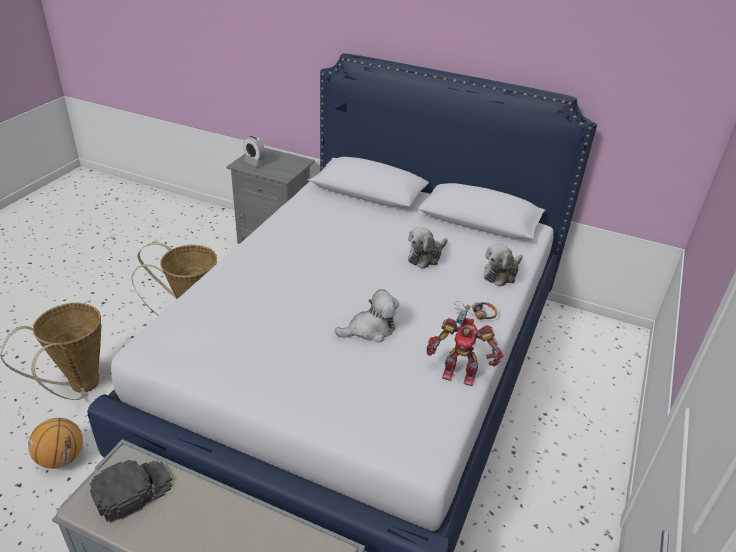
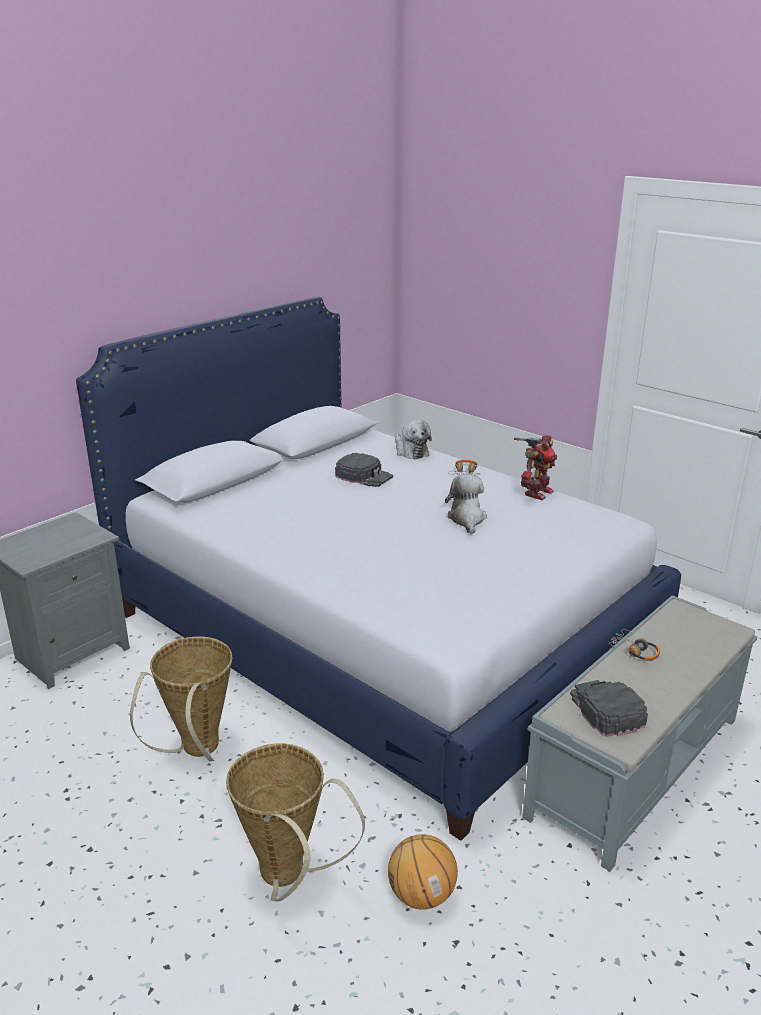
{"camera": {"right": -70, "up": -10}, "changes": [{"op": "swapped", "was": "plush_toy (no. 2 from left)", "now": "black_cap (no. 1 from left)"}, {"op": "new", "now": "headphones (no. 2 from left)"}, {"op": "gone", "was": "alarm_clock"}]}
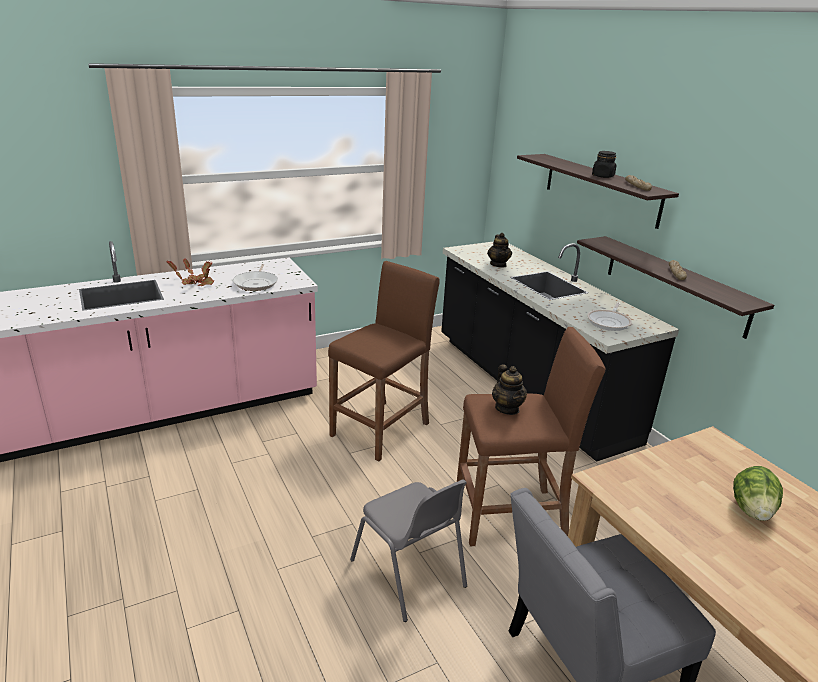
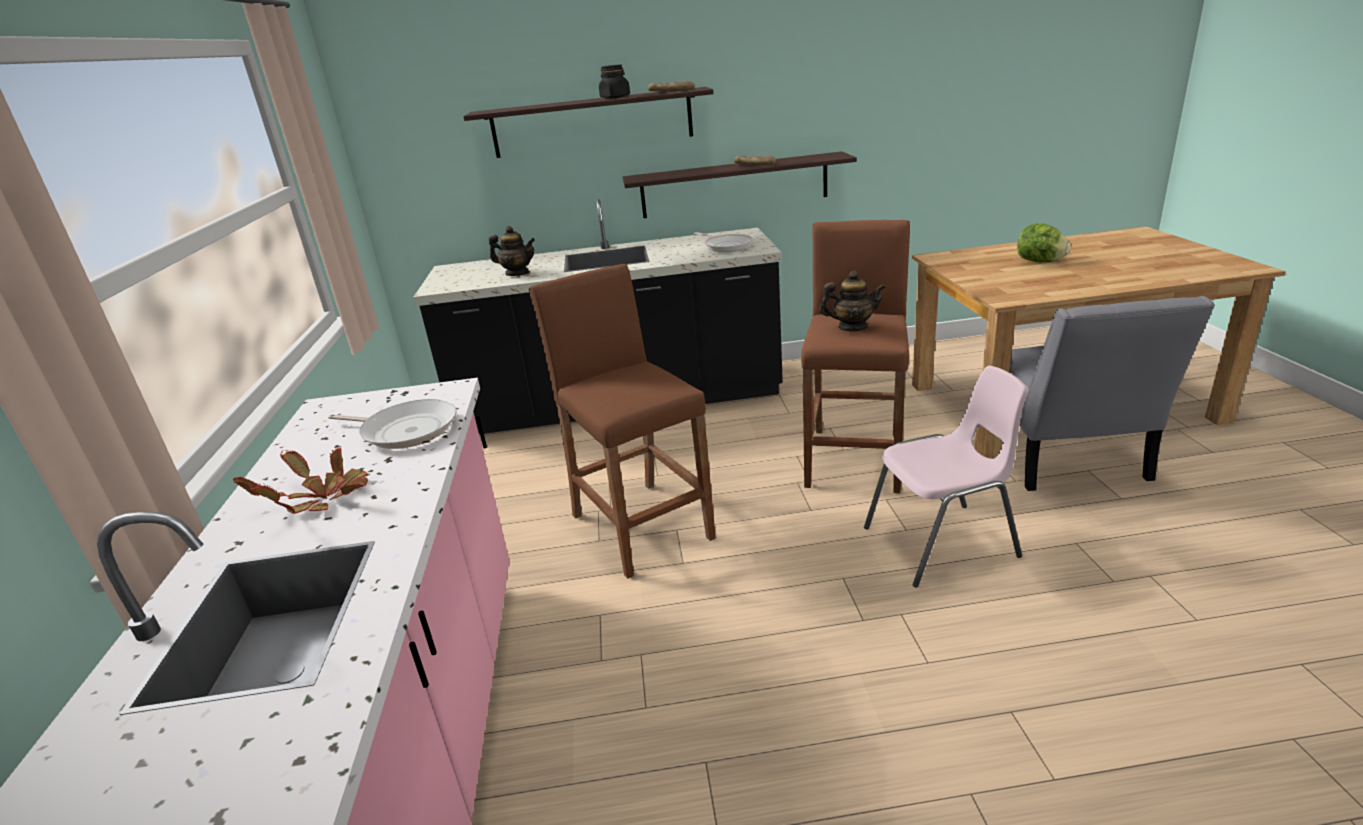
{"camera": {"right": -65, "up": 0}, "changes": [{"op": "repainted", "was": "grey_chair (no. 1 from left)", "now": "pink_chair"}]}
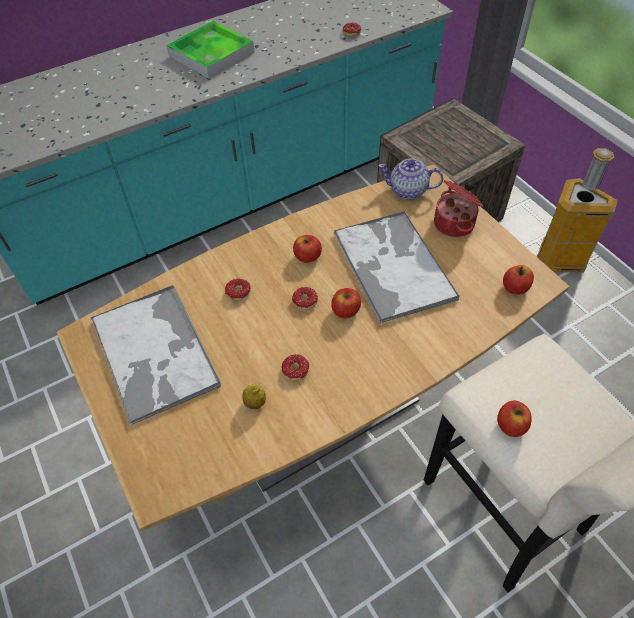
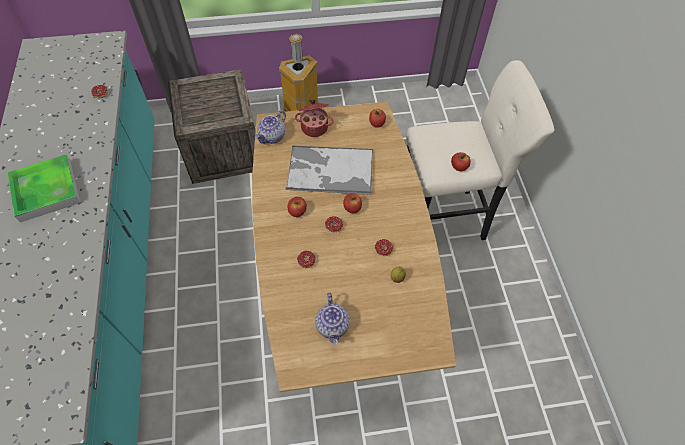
{"camera": {"right": -70, "up": 5}, "changes": [{"op": "swapped", "was": "tray (no. 1 from left)", "now": "teapot (no. 2 from left)"}]}
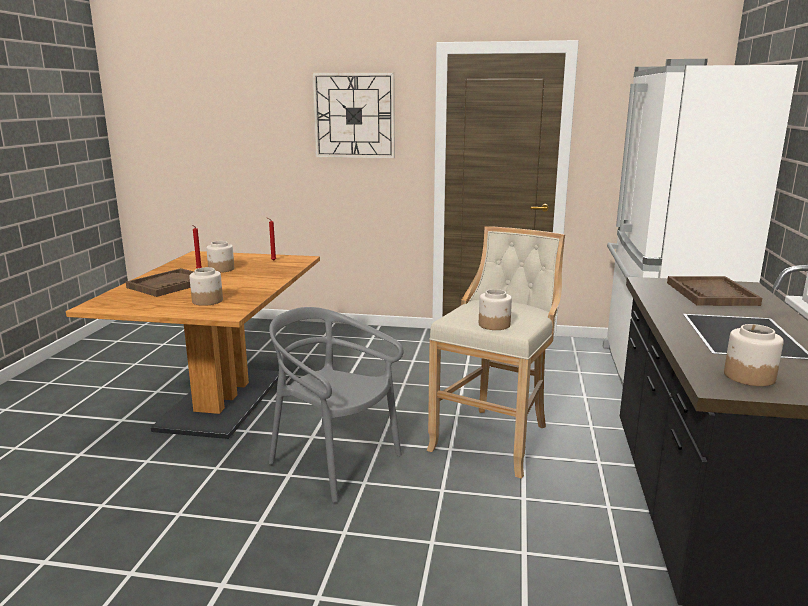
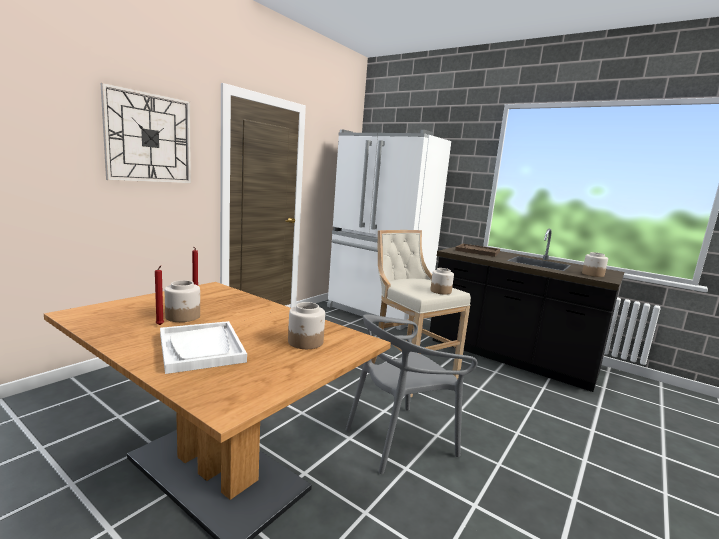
{"camera": {"right": -65, "up": -5}, "changes": [{"op": "repainted", "was": "brown_tray (no. 1 from left)", "now": "white_tray"}]}
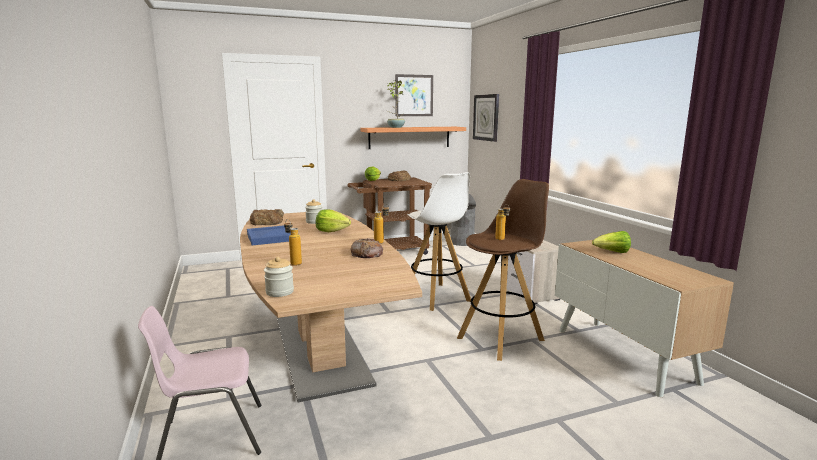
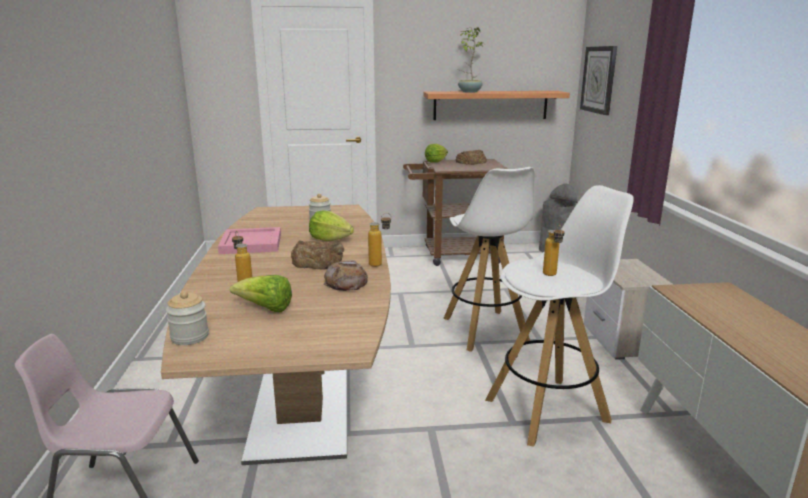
{"camera": {"right": 15, "up": 5}, "changes": [{"op": "repainted", "was": "blue_tray", "now": "pink_tray"}, {"op": "shifted", "was": "lettuce (no. 3 from left in the first image)", "now": "lettuce (no. 1 from left)"}, {"op": "shifted", "was": "bread (no. 1 from left)"}, {"op": "repainted", "was": "brown_stool", "now": "white_stool (no. 2 from left)"}, {"op": "gone", "was": "picture"}]}
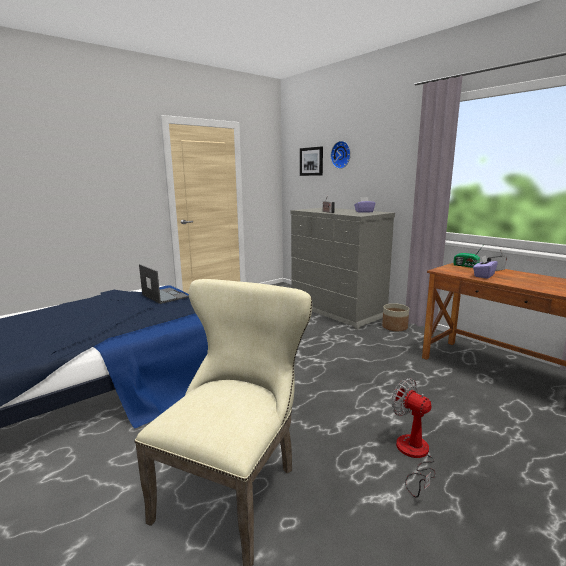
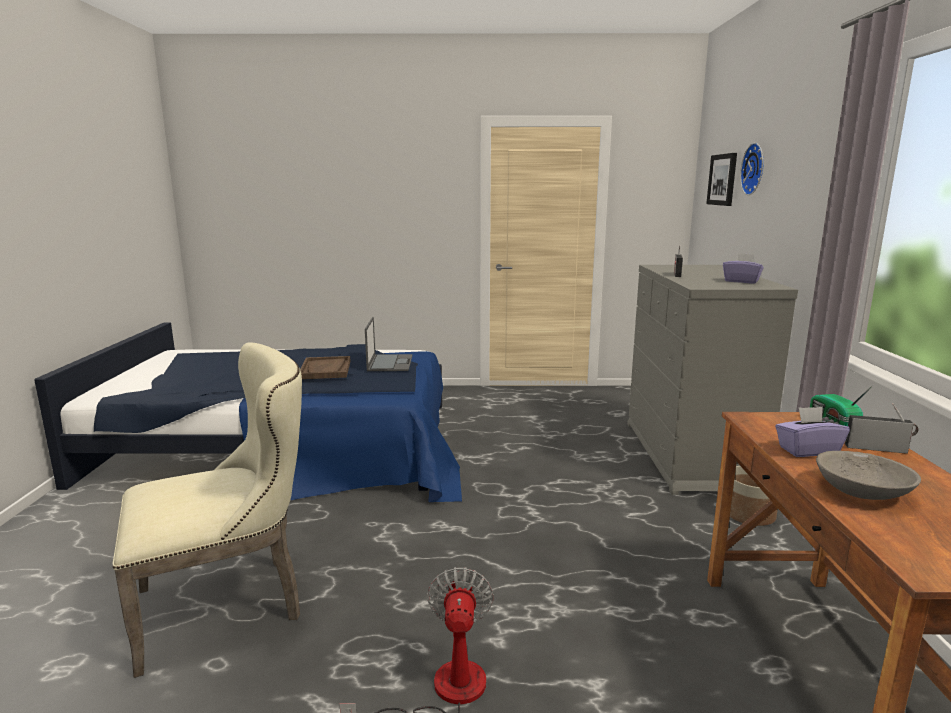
{"camera": {"right": 40, "up": 0}, "changes": [{"op": "new", "now": "brown_tray"}, {"op": "new", "now": "grey_bowl"}]}
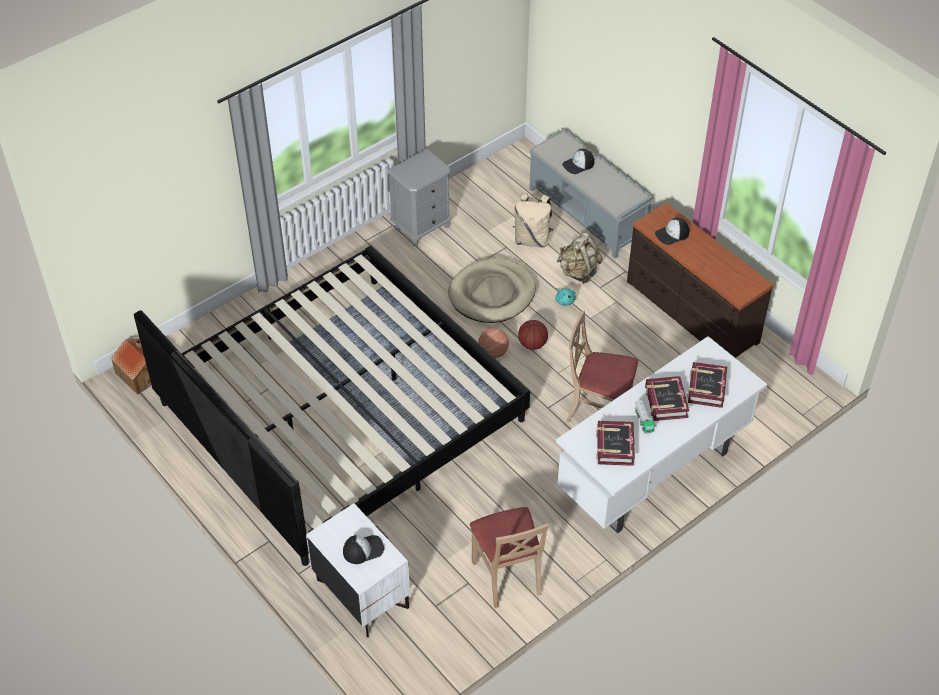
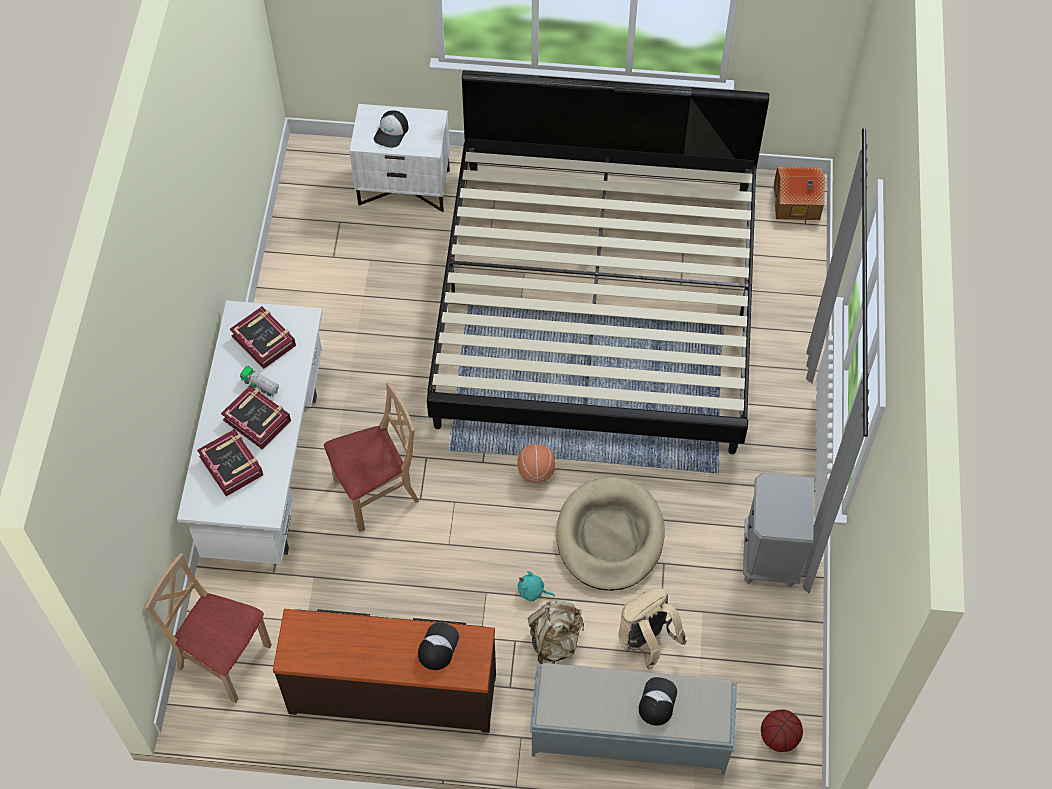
{"camera": {"right": 135, "up": 10}, "changes": [{"op": "shifted", "was": "beige_chair (no. 1 from left)"}, {"op": "shifted", "was": "basketball (no. 2 from left)"}]}
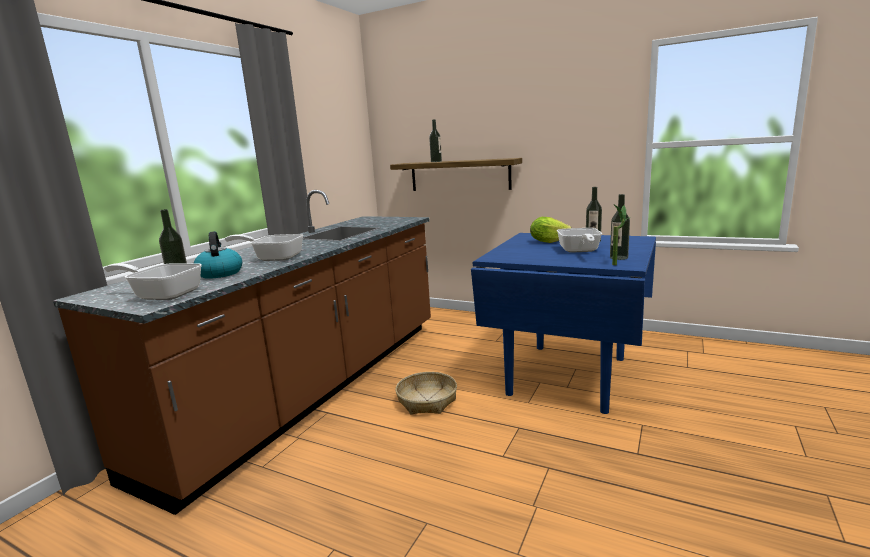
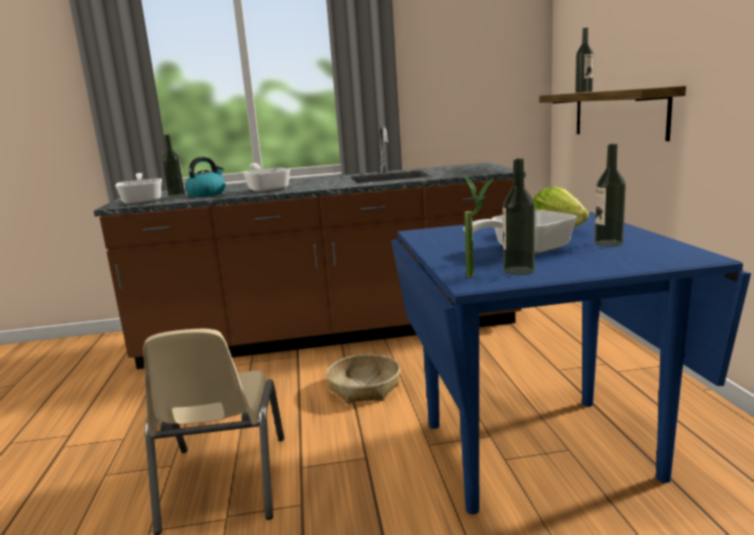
{"camera": {"right": 55, "up": 0}, "changes": [{"op": "new", "now": "beige_chair"}]}
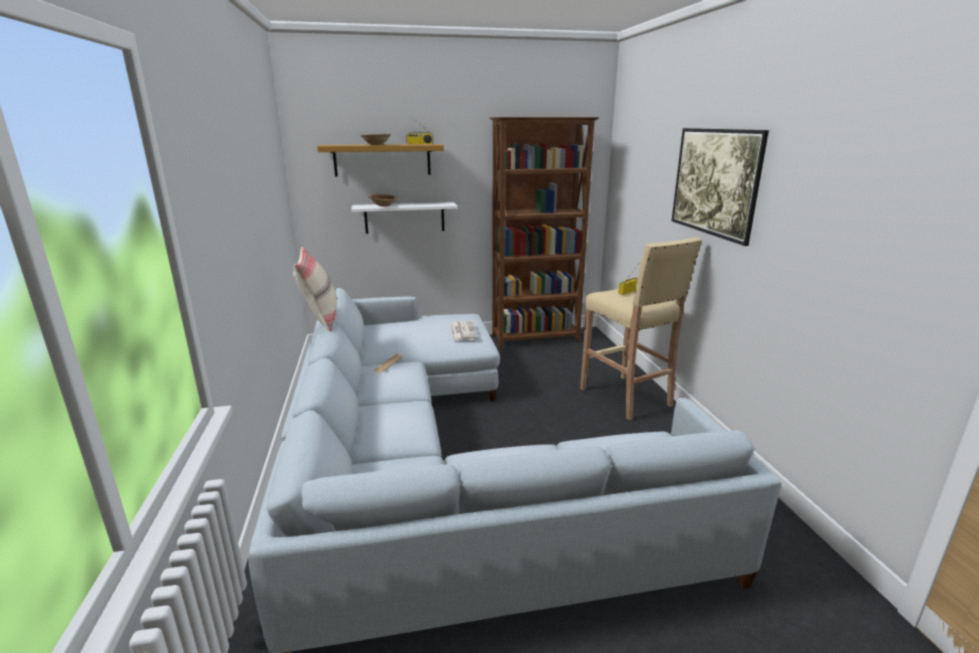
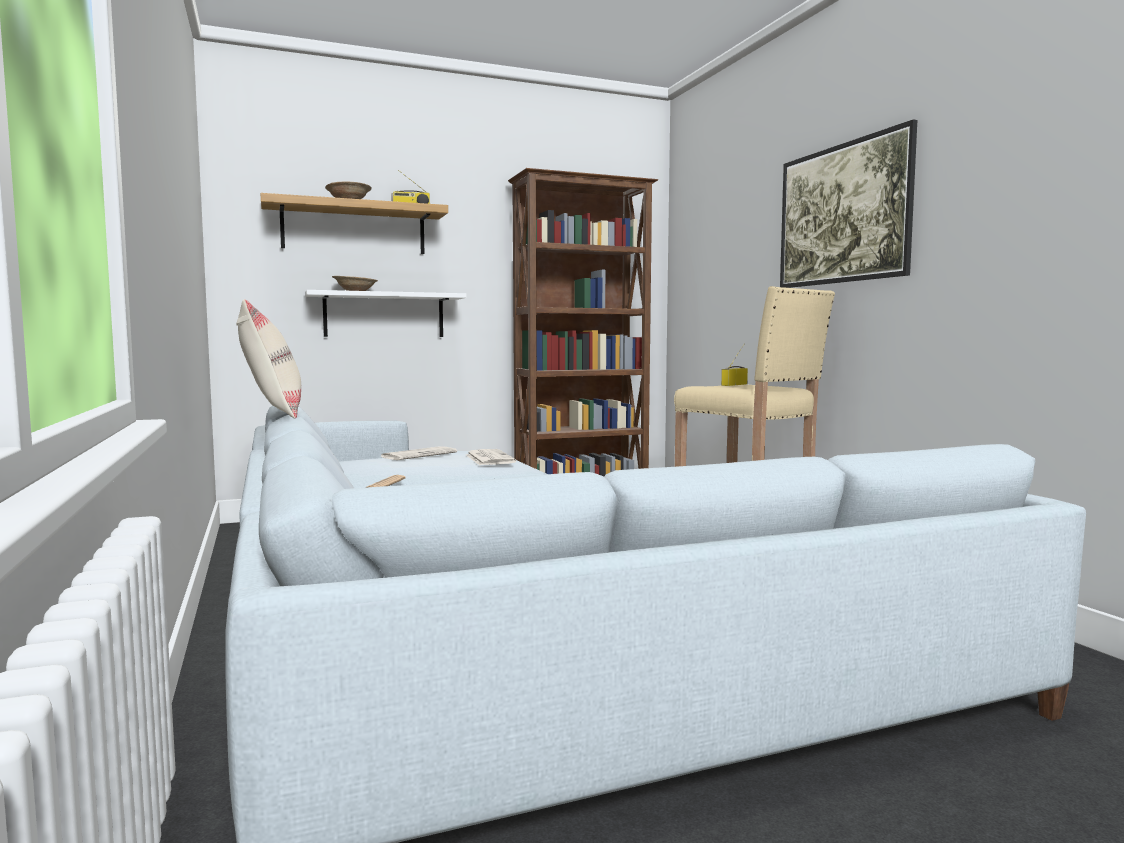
{"camera": {"right": -10, "up": -15}, "changes": [{"op": "new", "now": "newspaper (no. 2 from left)"}]}
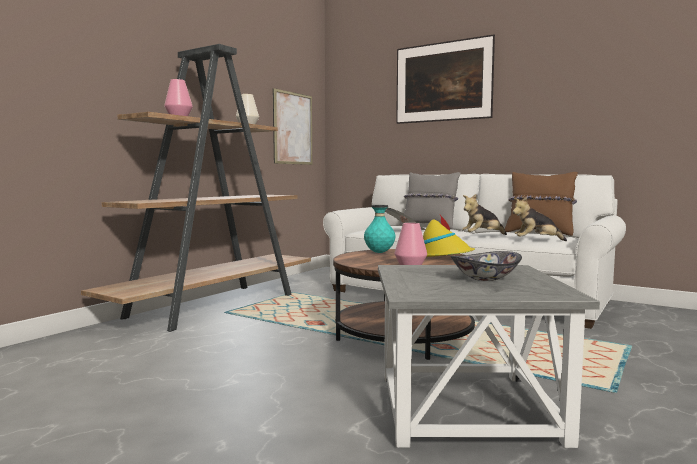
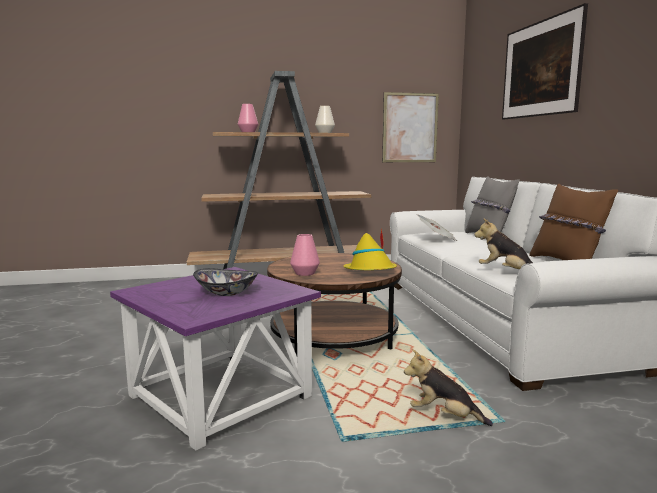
{"camera": {"right": 45, "up": 5}, "changes": [{"op": "repainted", "was": "grey_side_table", "now": "purple_side_table"}, {"op": "shifted", "was": "plush_toy (no. 1 from left)"}, {"op": "gone", "was": "turquoise_vase"}]}
